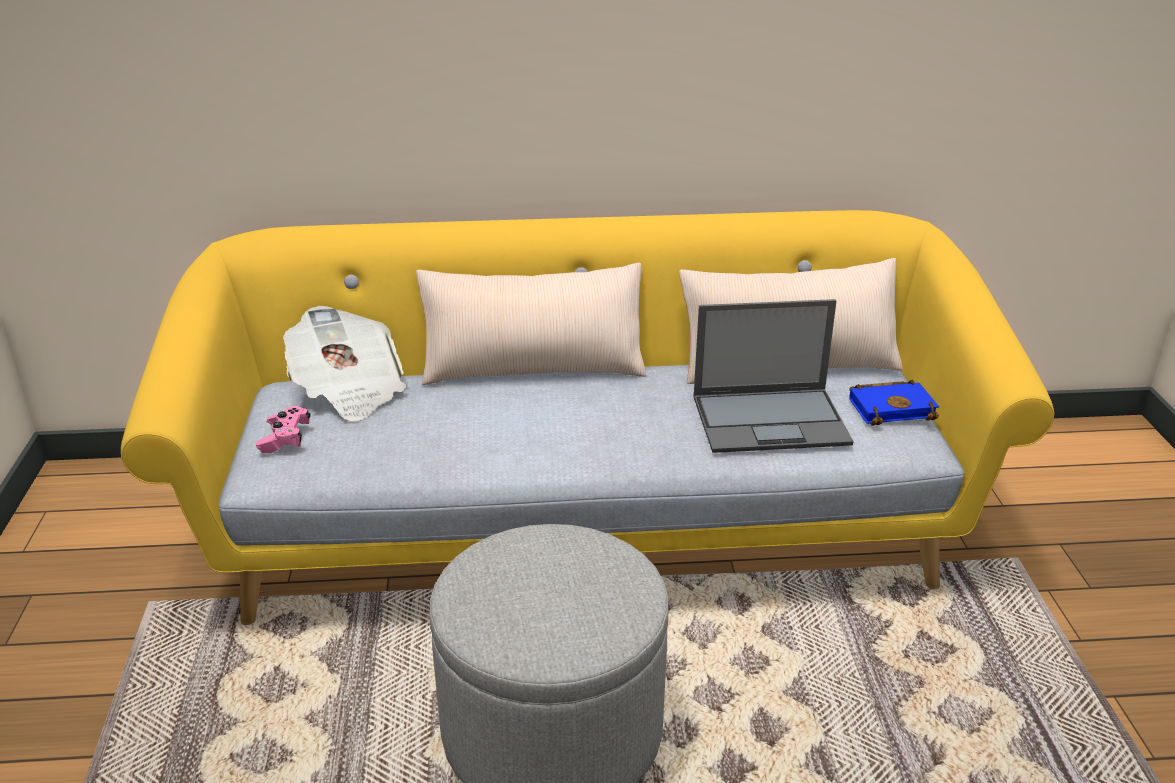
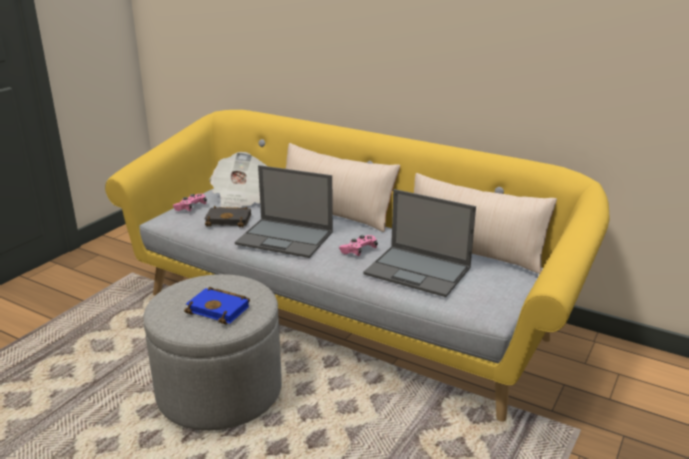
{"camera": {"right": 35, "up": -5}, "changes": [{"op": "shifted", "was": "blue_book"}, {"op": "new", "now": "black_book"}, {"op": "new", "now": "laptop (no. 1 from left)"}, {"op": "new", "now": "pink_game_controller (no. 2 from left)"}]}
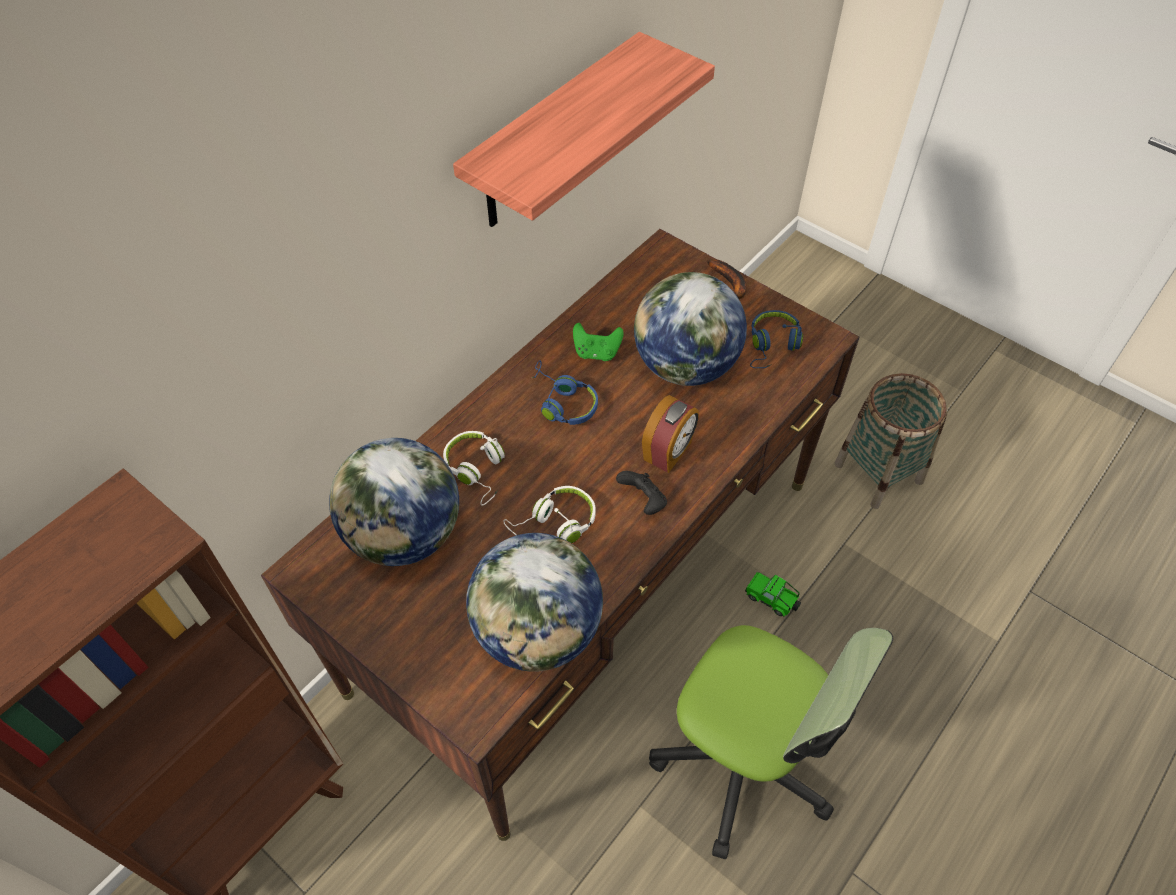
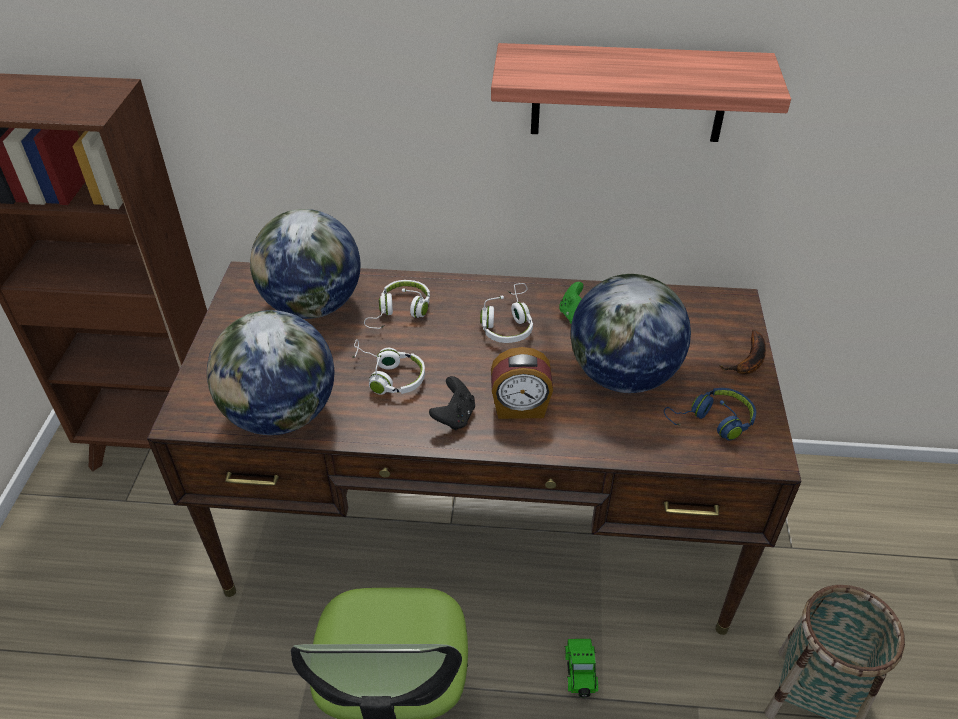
{"camera": {"right": 55, "up": -10}, "changes": [{"op": "repainted", "was": "blue_headphones (no. 1 from left)", "now": "white_headphones (no. 3 from left)"}]}
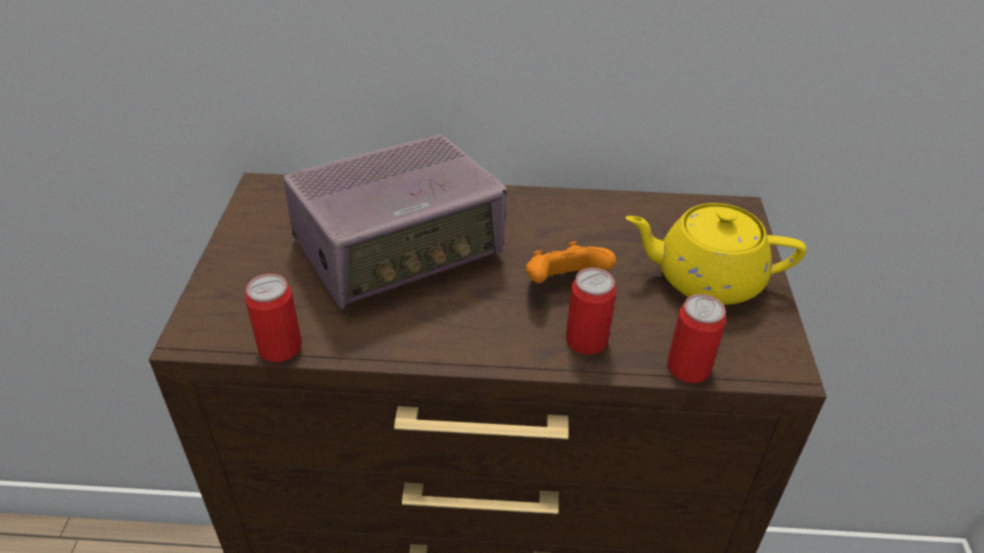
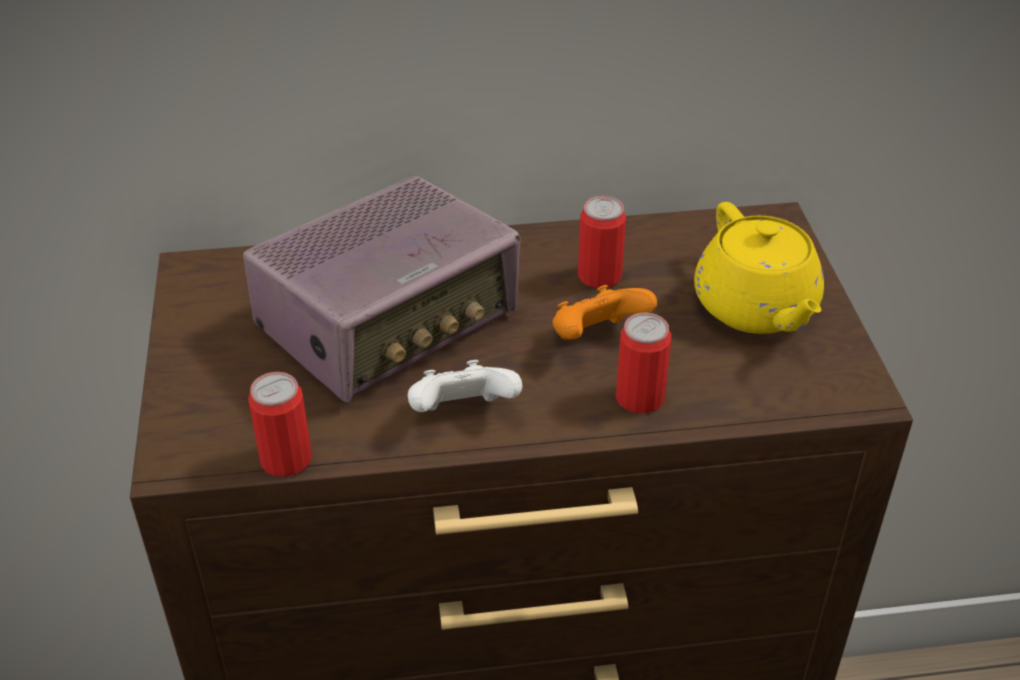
{"camera": {"right": -10, "up": 0}, "changes": [{"op": "new", "now": "white_game_controller"}, {"op": "shifted", "was": "can (no. 3 from left in the first image)", "now": "can (no. 2 from left)"}, {"op": "rotated", "was": "yellow_teapot", "clockwise": -105}]}
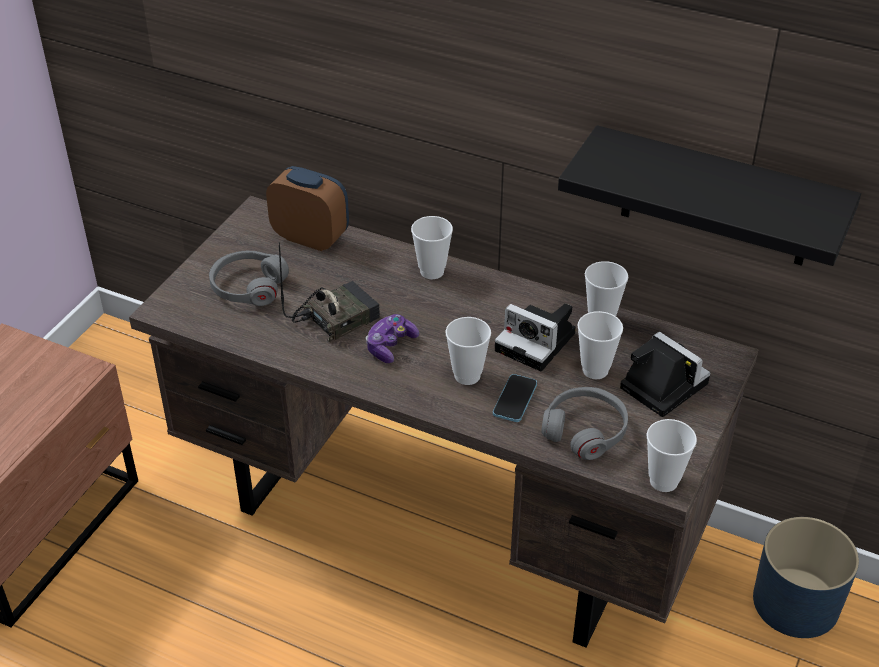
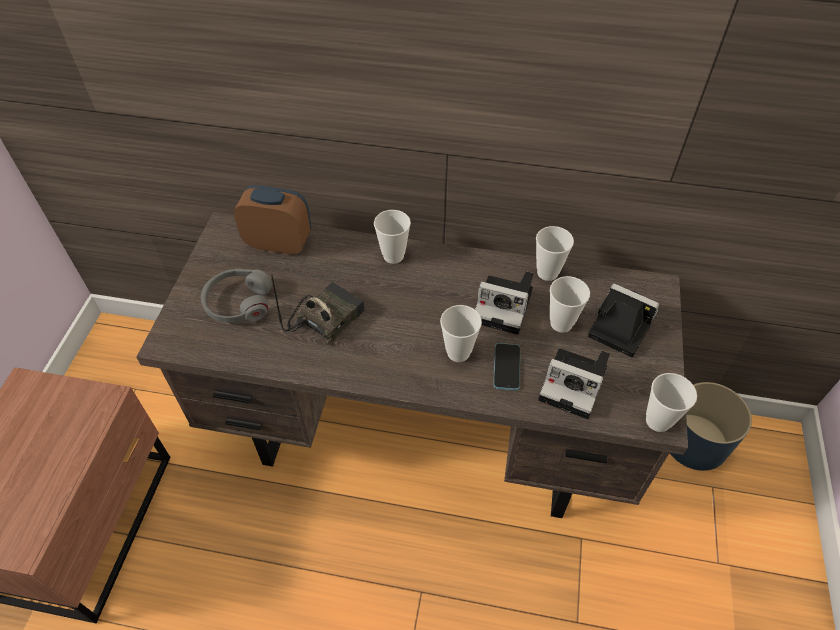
{"camera": {"right": -15, "up": 10}, "changes": [{"op": "swapped", "was": "grey_headphones (no. 2 from left)", "now": "photo_camera (no. 2 from left)"}, {"op": "gone", "was": "game_controller"}, {"op": "gone", "was": "black_shelf"}]}
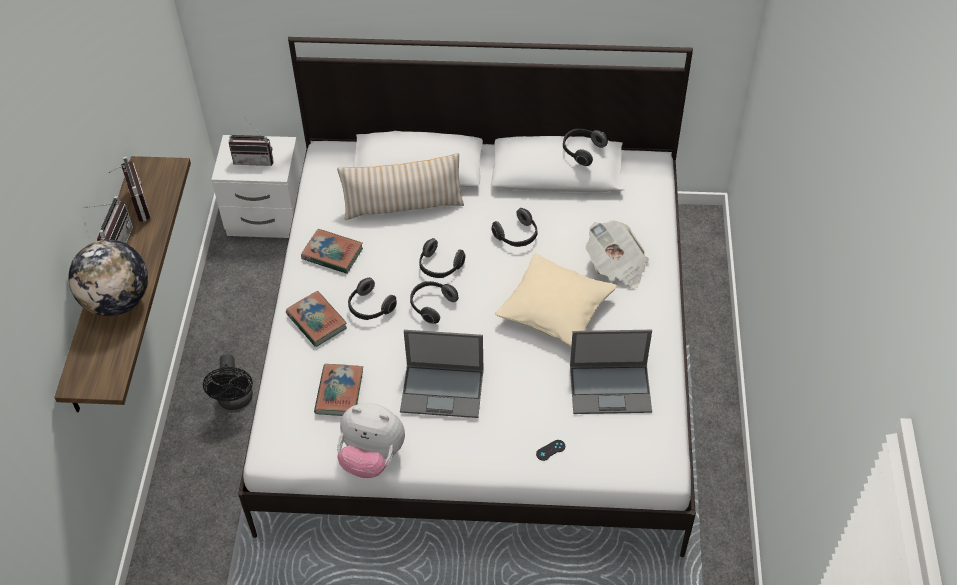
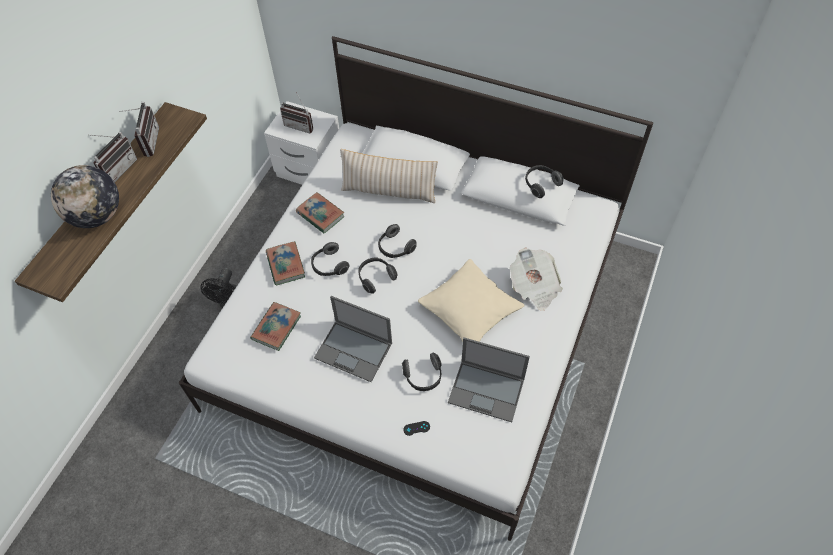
{"camera": {"right": 20, "up": 5}, "changes": [{"op": "shifted", "was": "headphones (no. 4 from left)"}, {"op": "gone", "was": "plush_toy"}]}
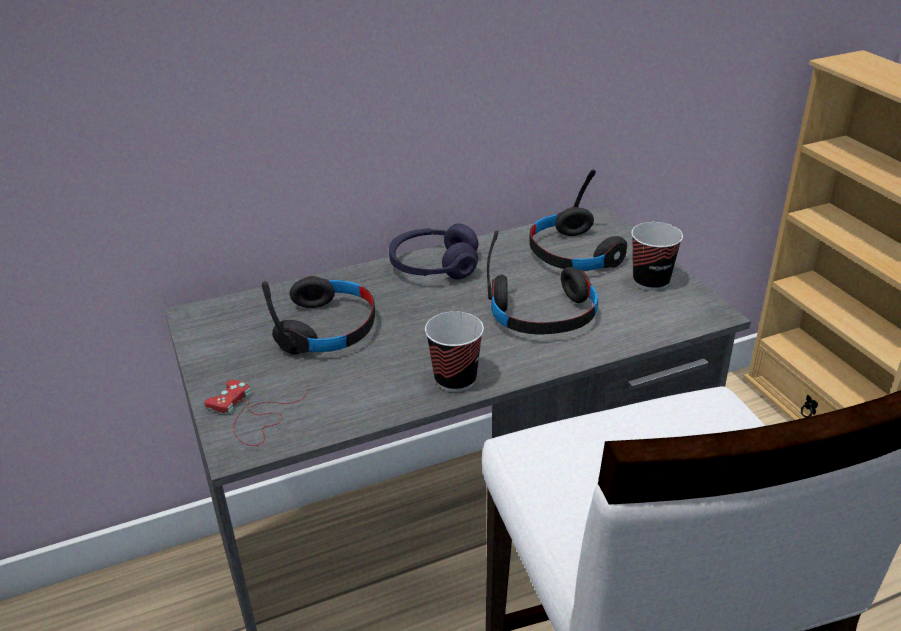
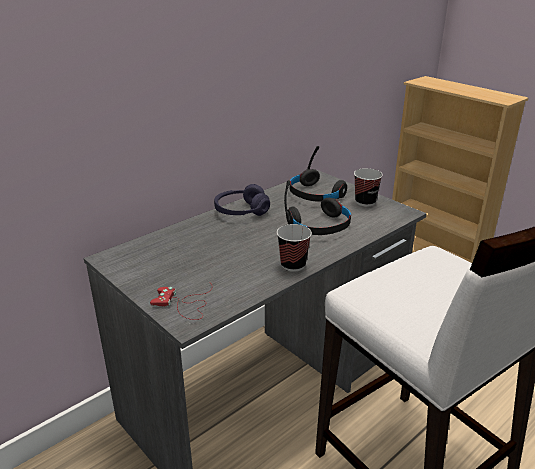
{"camera": {"right": -20, "up": -5}, "changes": [{"op": "gone", "was": "black_headphones (no. 1 from left)"}]}
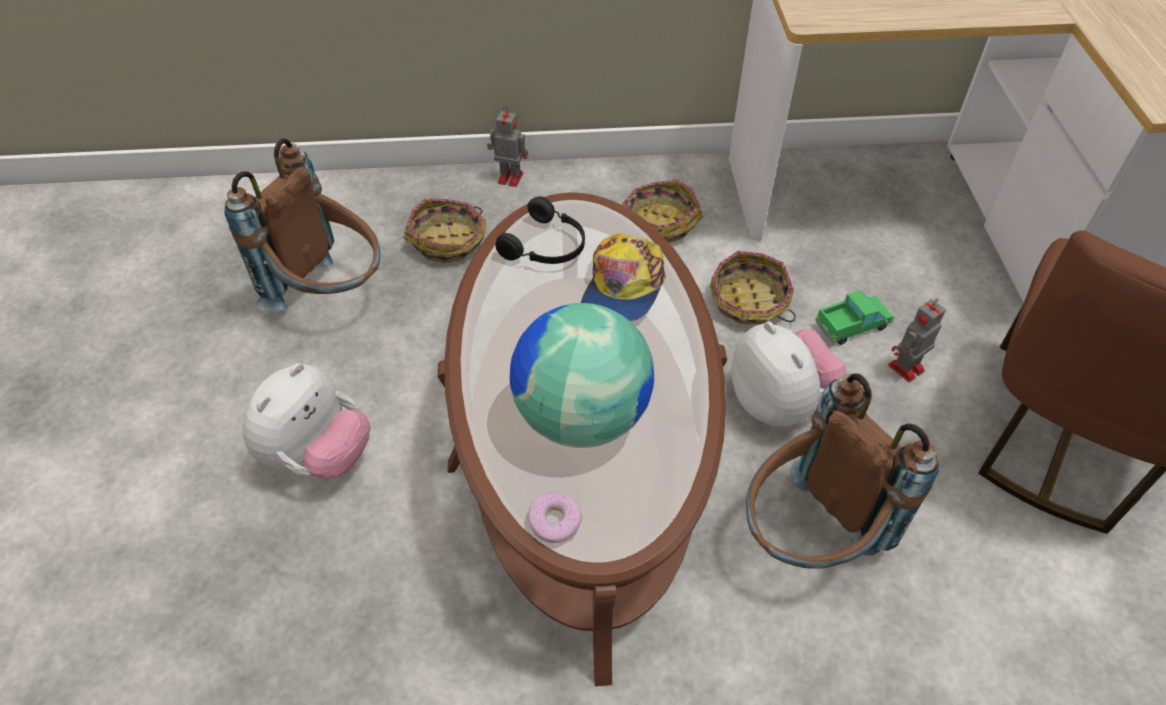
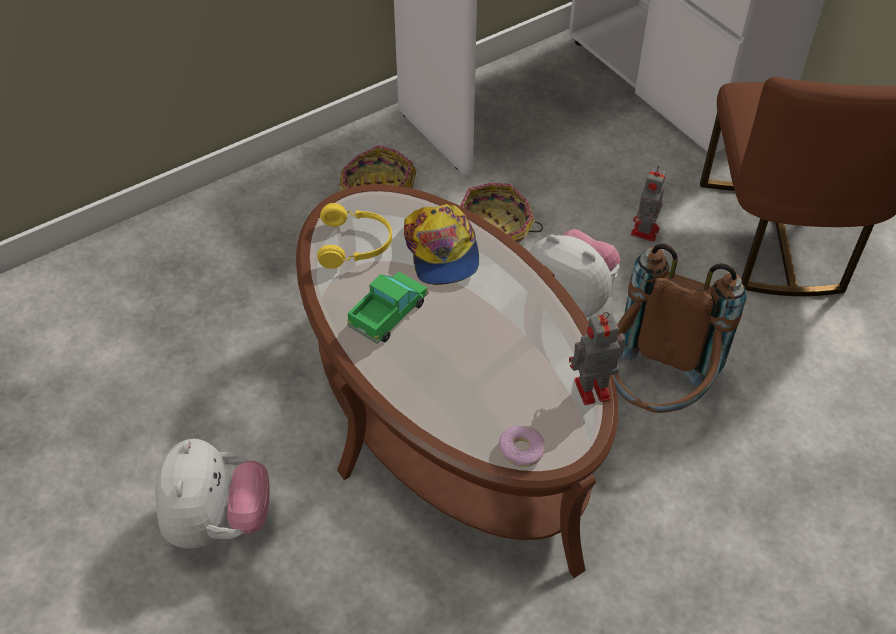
{"camera": {"right": -30, "up": 0}, "changes": [{"op": "repainted", "was": "black_headphones", "now": "yellow_headphones"}, {"op": "shifted", "was": "toy_truck"}, {"op": "shifted", "was": "toy_robot (no. 1 from left)"}, {"op": "gone", "was": "brown_backpack (no. 1 from left)"}, {"op": "gone", "was": "basket (no. 1 from left)"}, {"op": "gone", "was": "globe"}]}
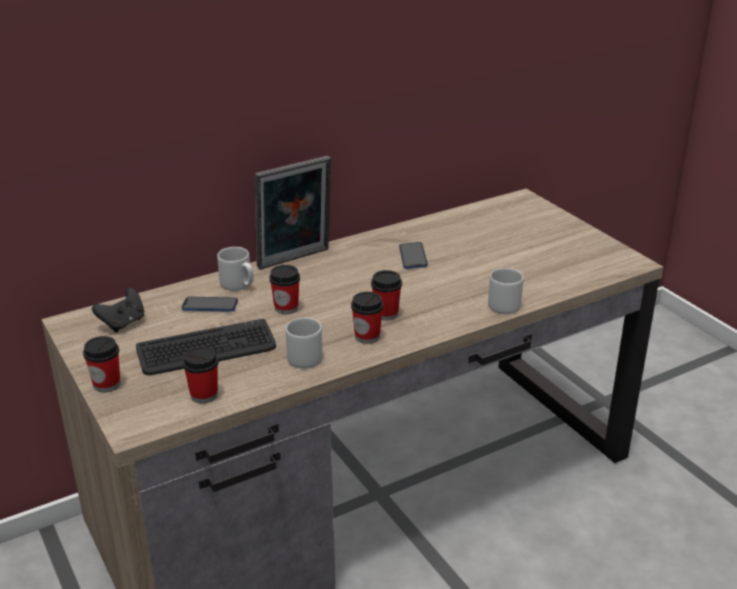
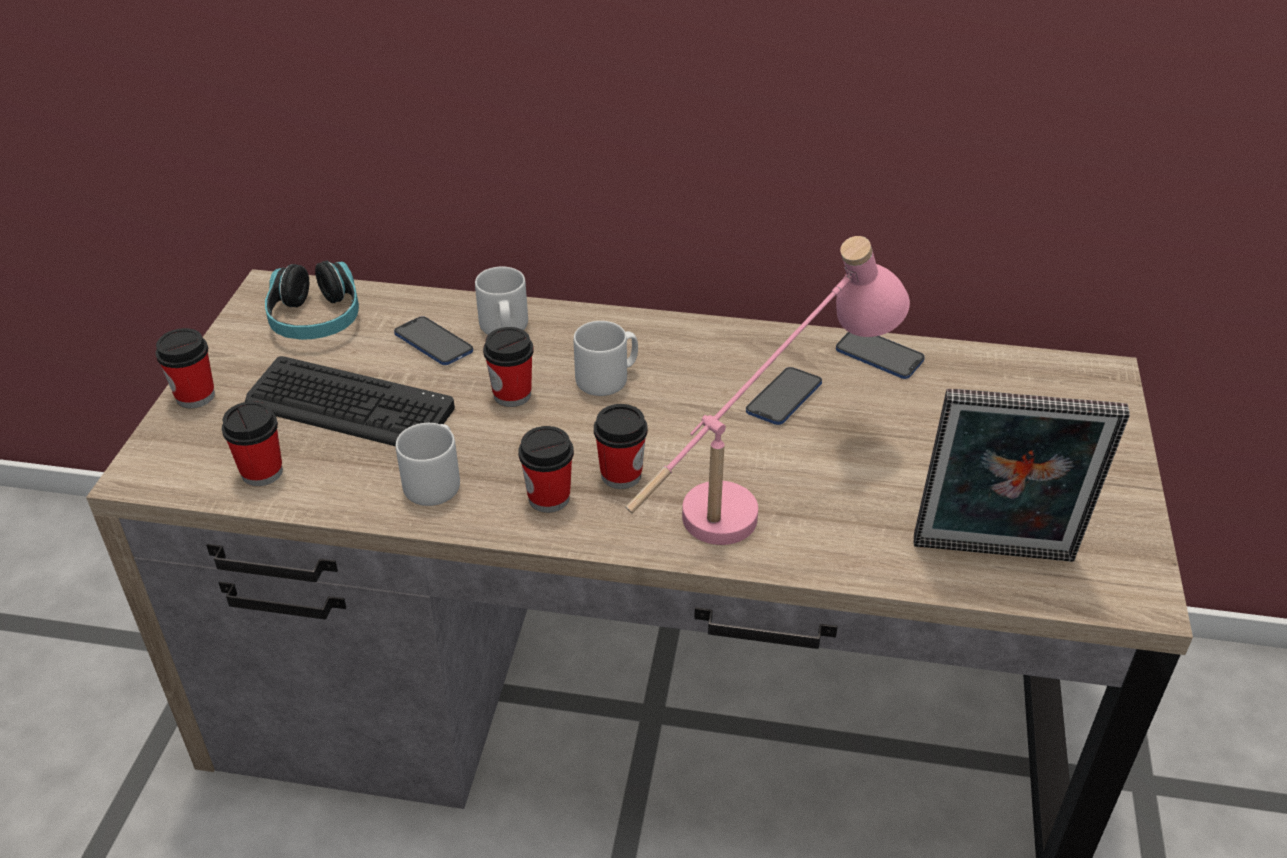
{"camera": {"right": 40, "up": 10}, "changes": [{"op": "swapped", "was": "black_game_controller", "now": "headphones"}, {"op": "shifted", "was": "grey_mug (no. 3 from left)"}, {"op": "new", "now": "pink_table_lamp"}, {"op": "new", "now": "phone (no. 3 from left)"}, {"op": "shifted", "was": "picture_frame"}]}
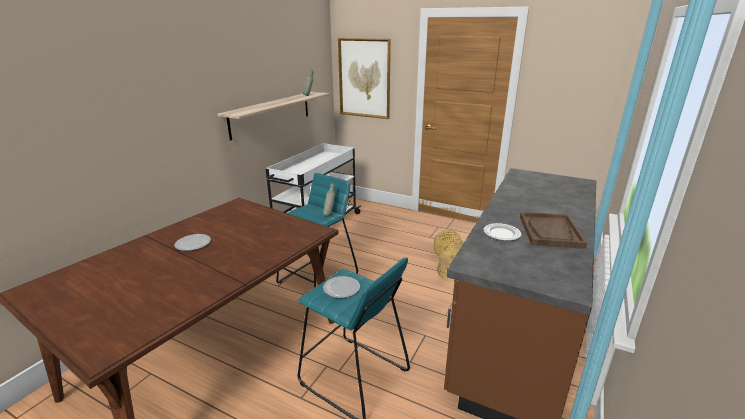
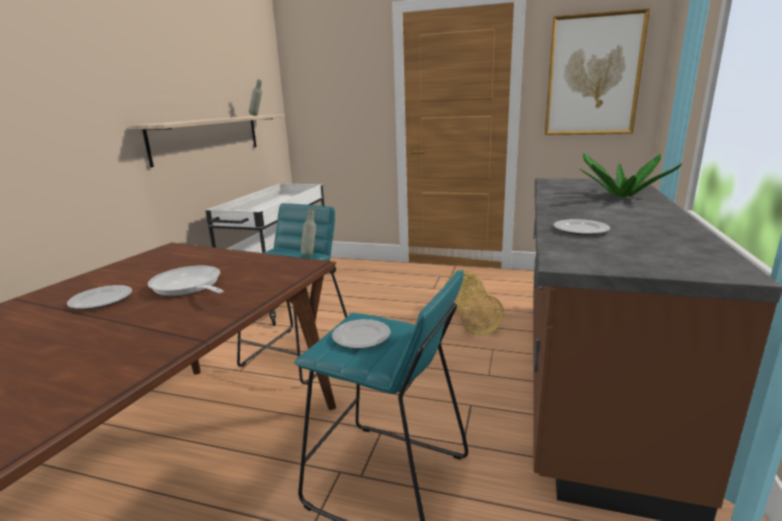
{"camera": {"right": -10, "up": -5}, "changes": [{"op": "new", "now": "frying_pan"}, {"op": "shifted", "was": "picture"}, {"op": "new", "now": "potted_plant"}, {"op": "gone", "was": "brown_tray"}]}
